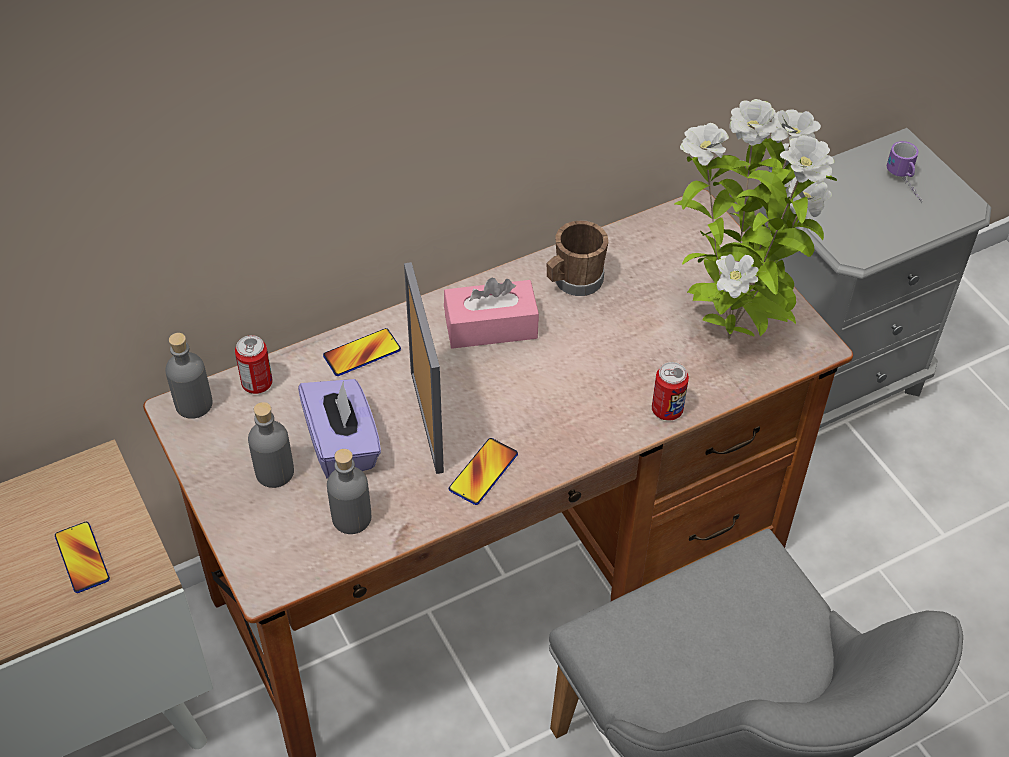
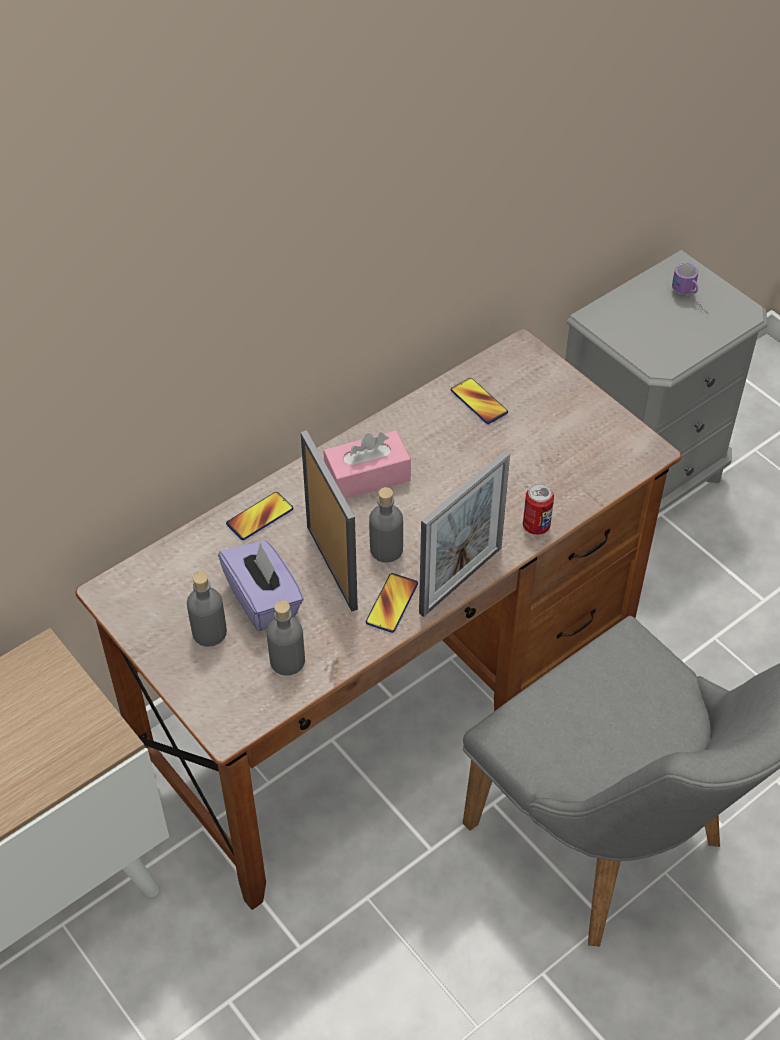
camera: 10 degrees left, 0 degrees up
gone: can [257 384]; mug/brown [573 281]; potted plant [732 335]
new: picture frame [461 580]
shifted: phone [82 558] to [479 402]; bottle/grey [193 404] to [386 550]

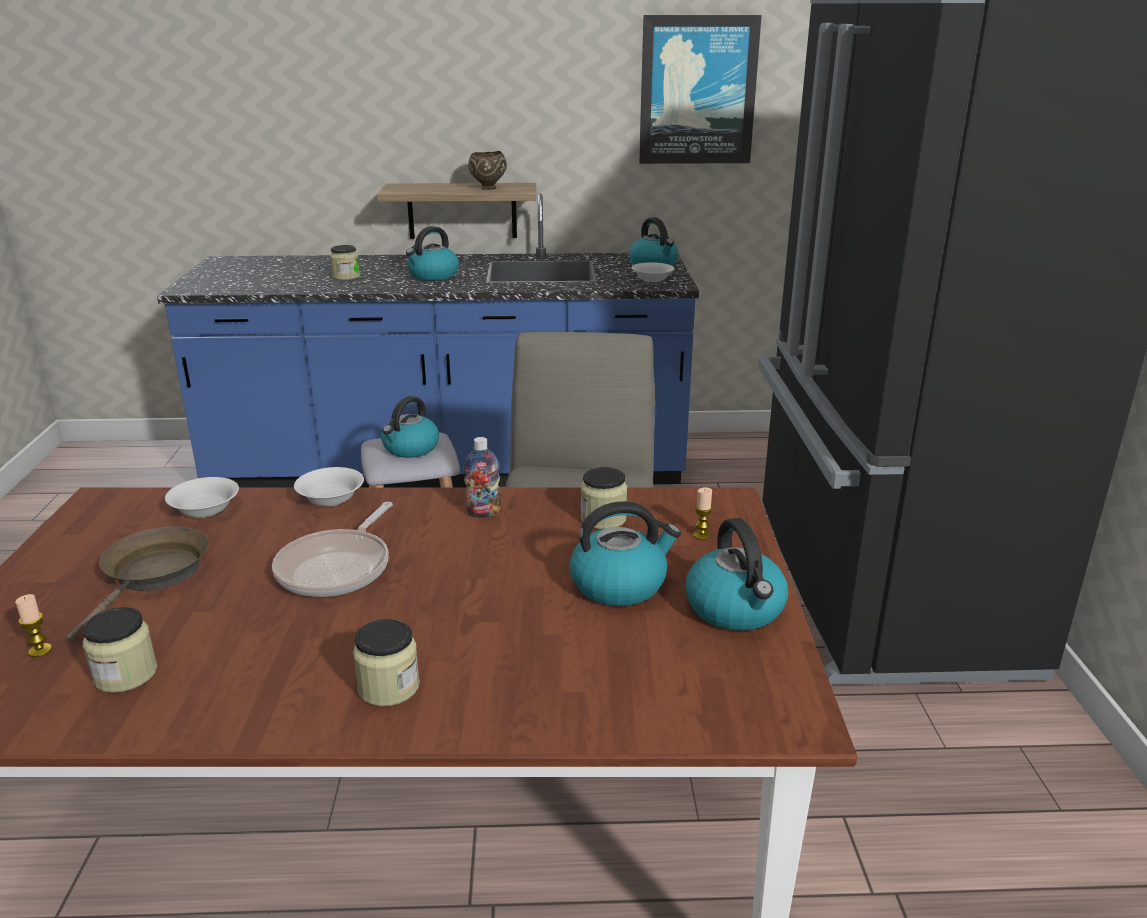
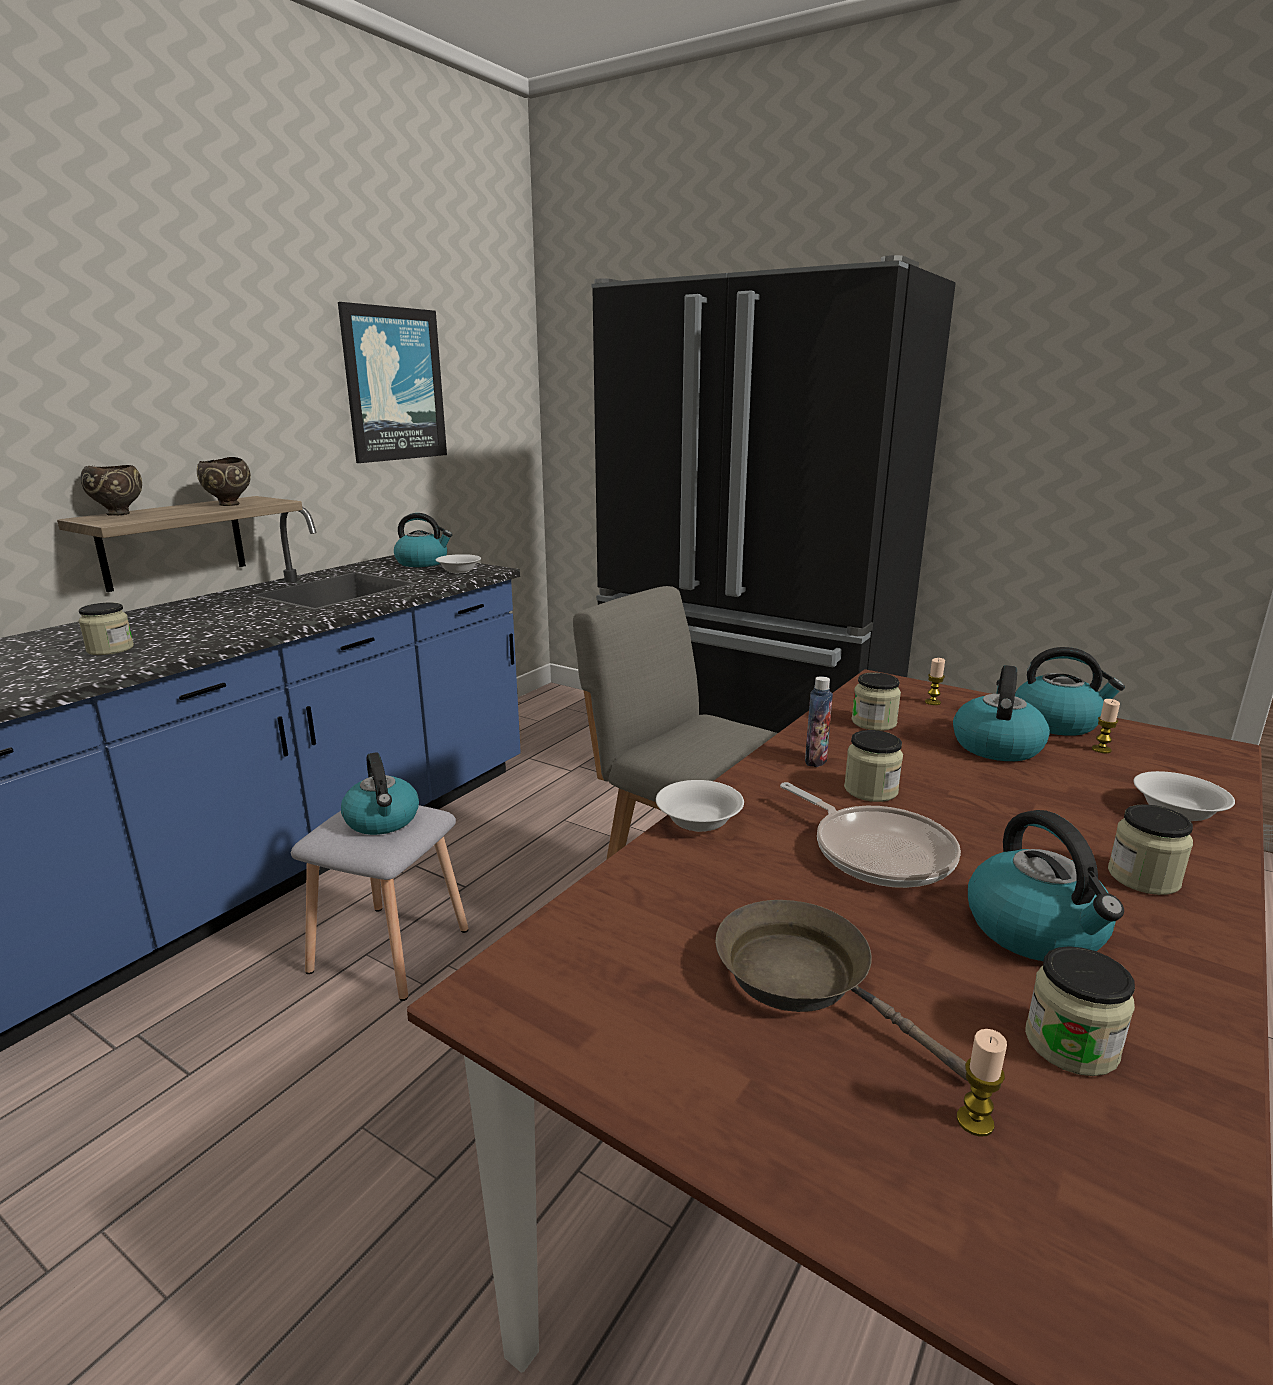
camera: 55 degrees left, 5 degrees down
new: bowl/brown [119 514]; jar [871 790]; candle [1101 749]
shifted: bowl/white [204 509] to [1176 811]; kettle [433 276] to [1036 931]

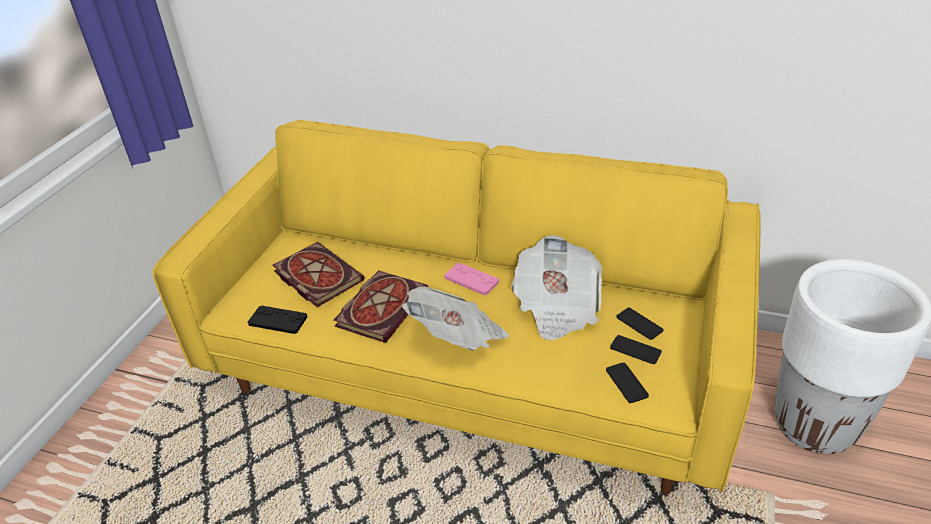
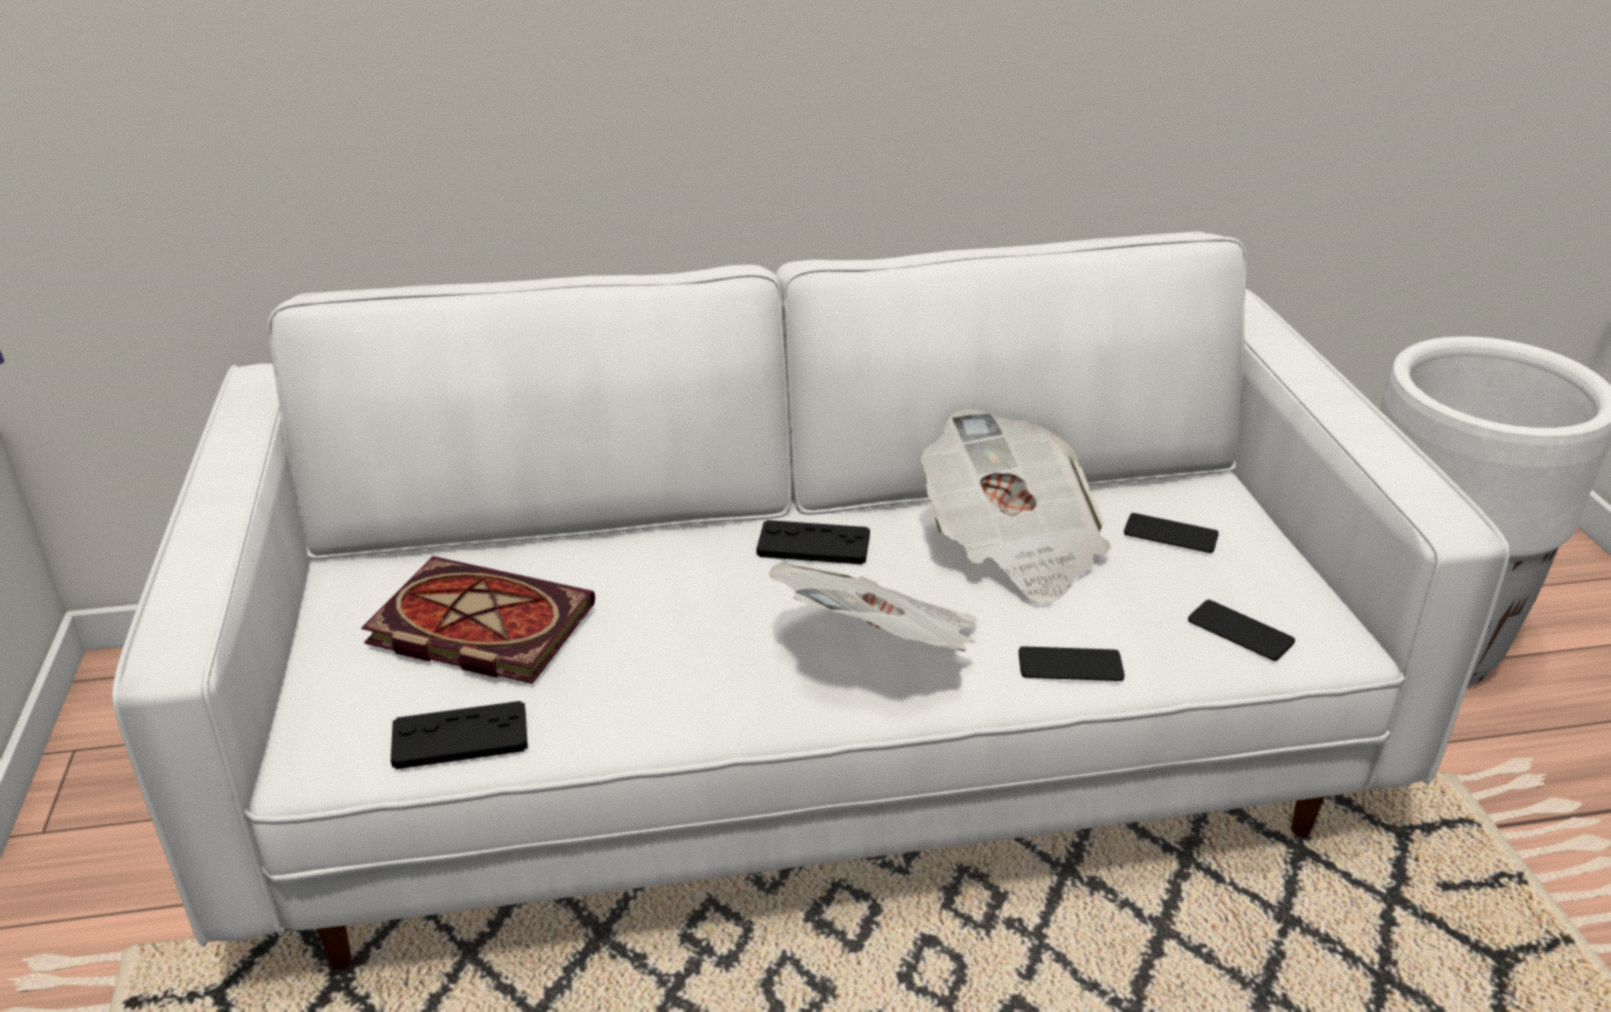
camera: 30 degrees left, 5 degrees down
gone: book [382 307]
shifted: phone [635 350] to [1070 665]
repainted: sofa/yellow [471 364] to sofa/white [805 740]; game controller/pink [471 280] to game controller/black [813 545]

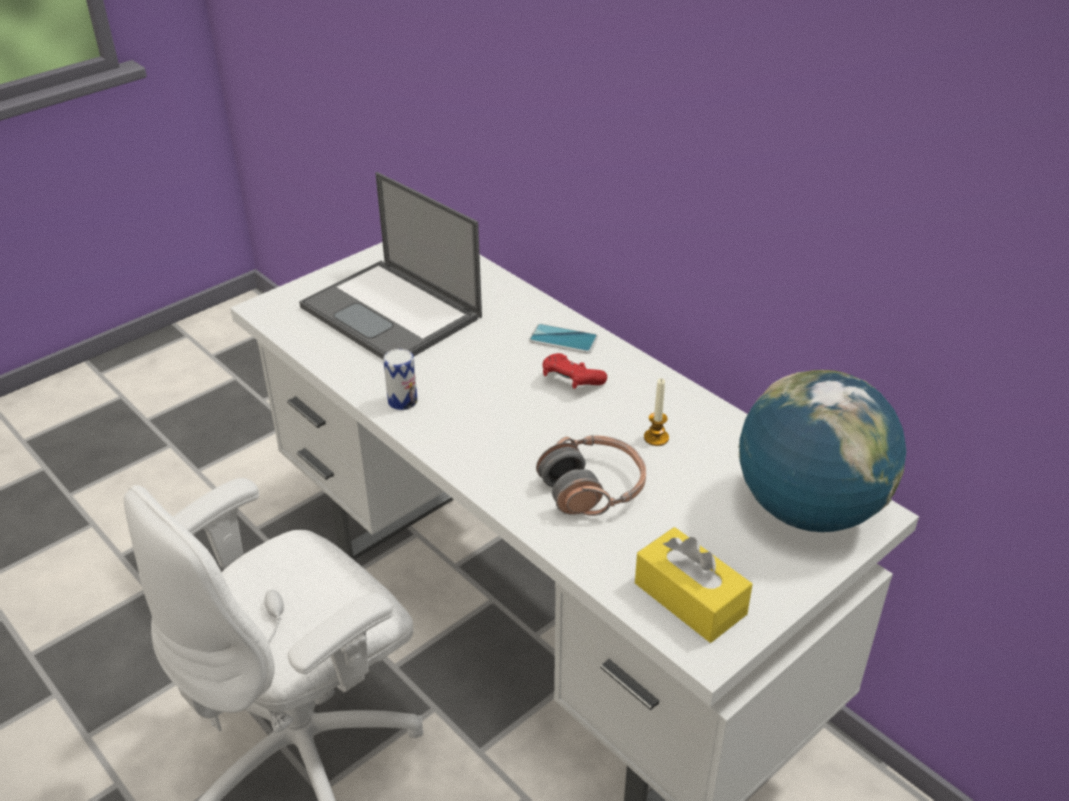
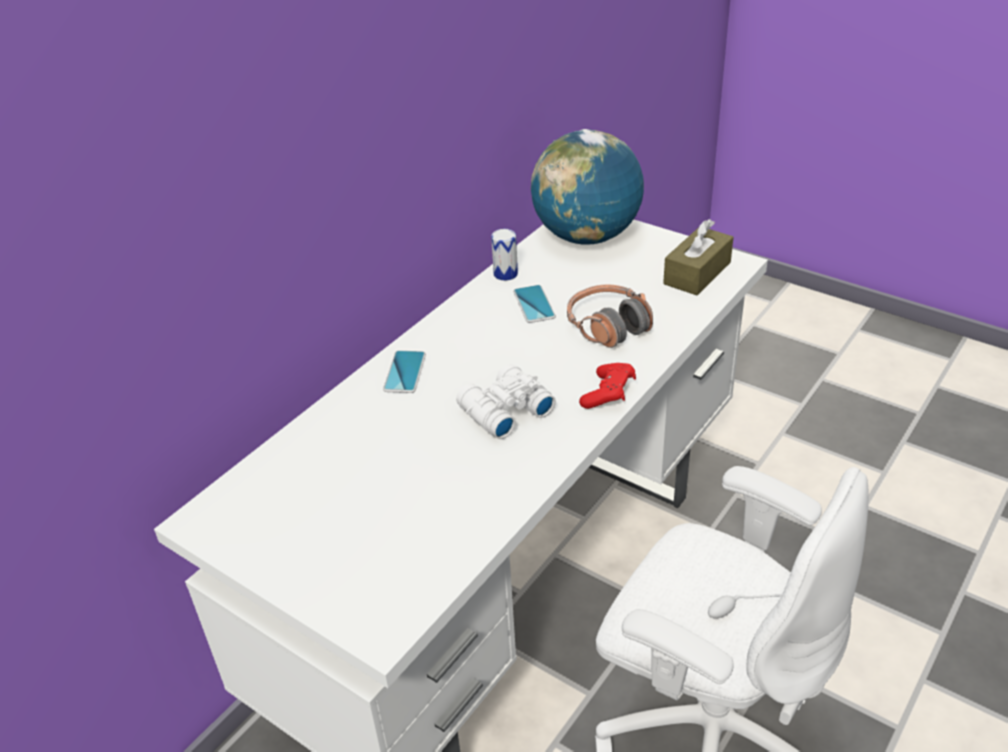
camera: 100 degrees left, 0 degrees up
gone: laptop [393 313]
new: binoculars/white [503 411]
shifted: can [402 401] to [505 274]; game controller/red [571 381] to [608 395]
swapped: candle [656 438] to phone [534 304]
repainted: tissue box/yellow [690 598] to tissue box/brown [697 273]

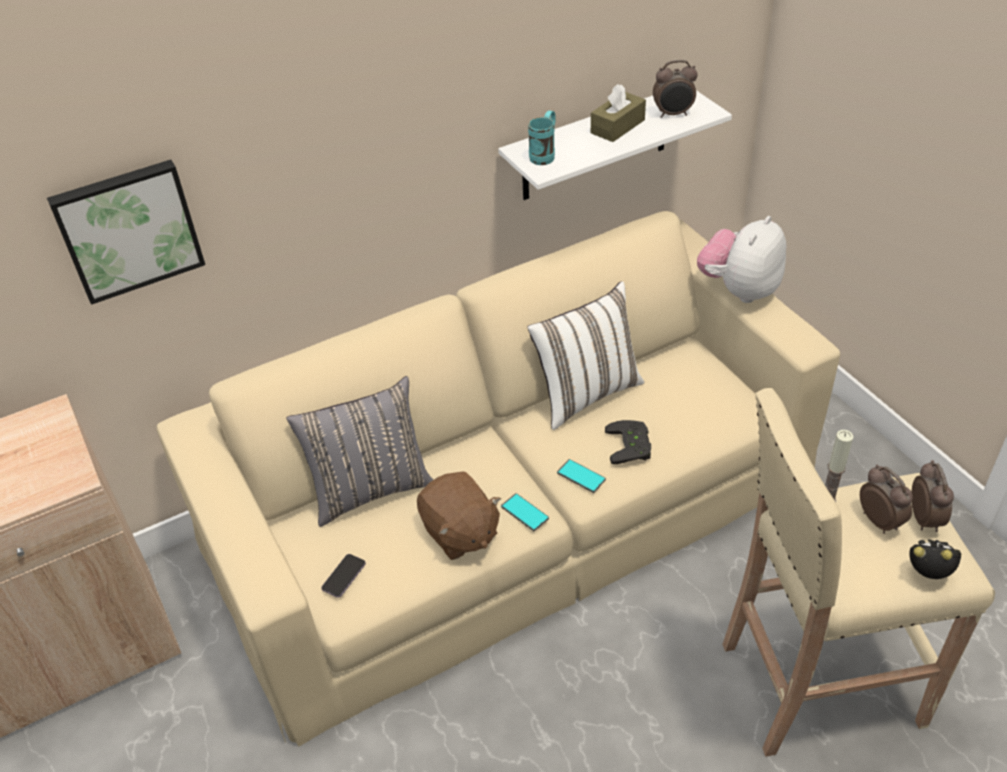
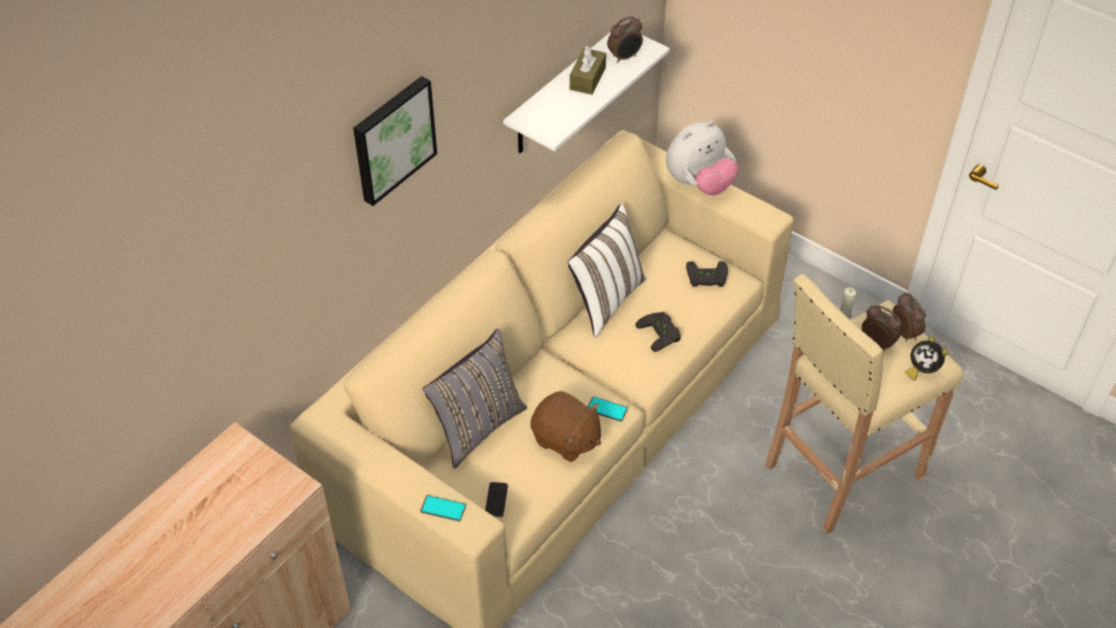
camera: 25 degrees left, 5 degrees up
gone: mug/turquoise [545 155]
new: game controller/black [706 278]
shifted: picture [128 229] to [392 138]; phone [581 476] to [443 508]
rotated: plush toy [739 290] = [699 184] 135 degrees counterclockwise; alarm clock [929 573] = [921 370] 135 degrees counterclockwise

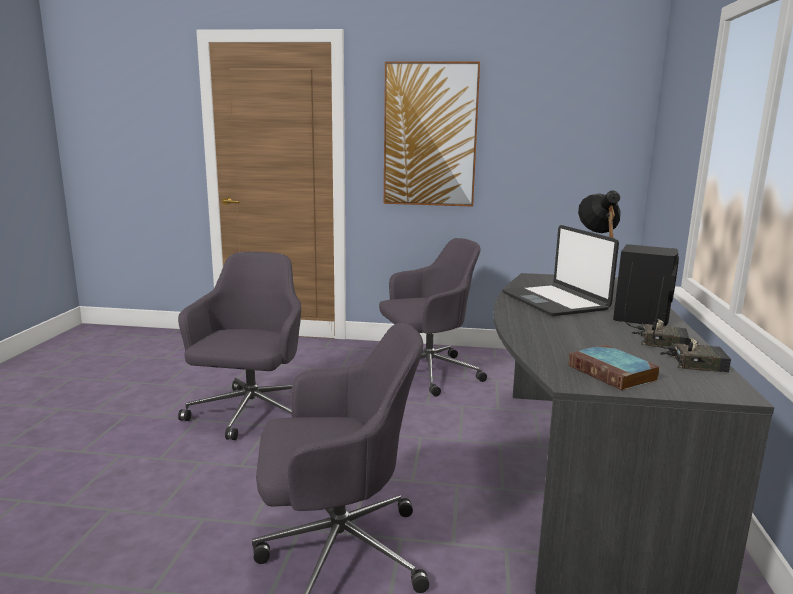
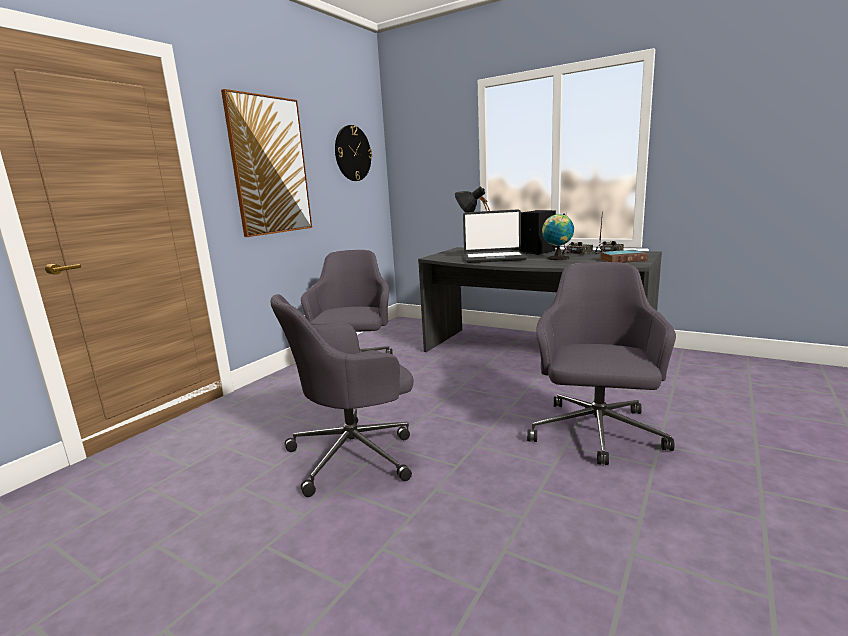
camera: 65 degrees left, 0 degrees up
new: wall clock [352 153]; globe [557 258]
rotated: office chair/grey [250 414] = [355 454] 60 degrees counterclockwise

